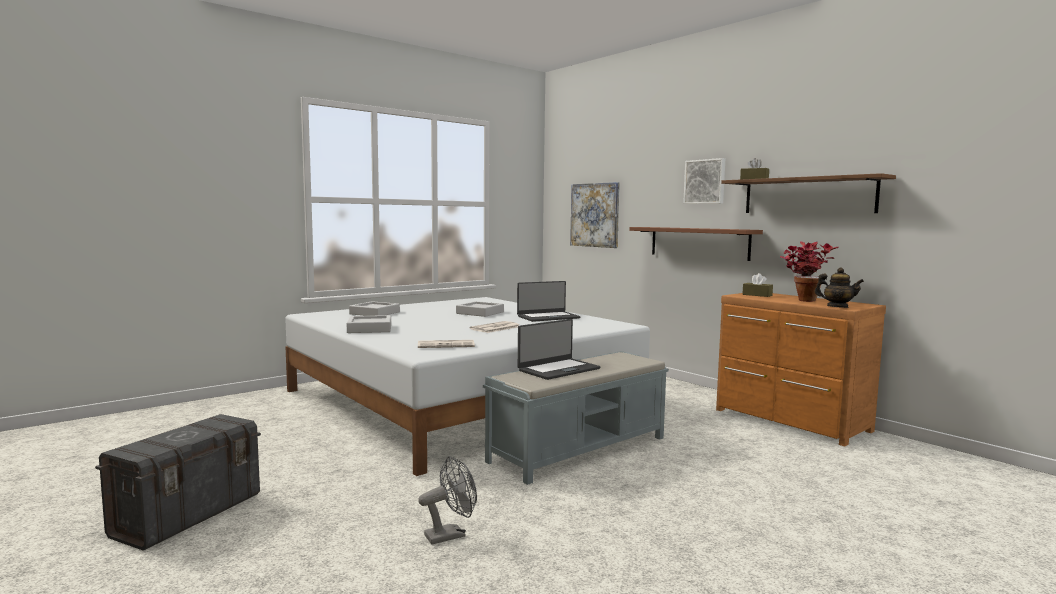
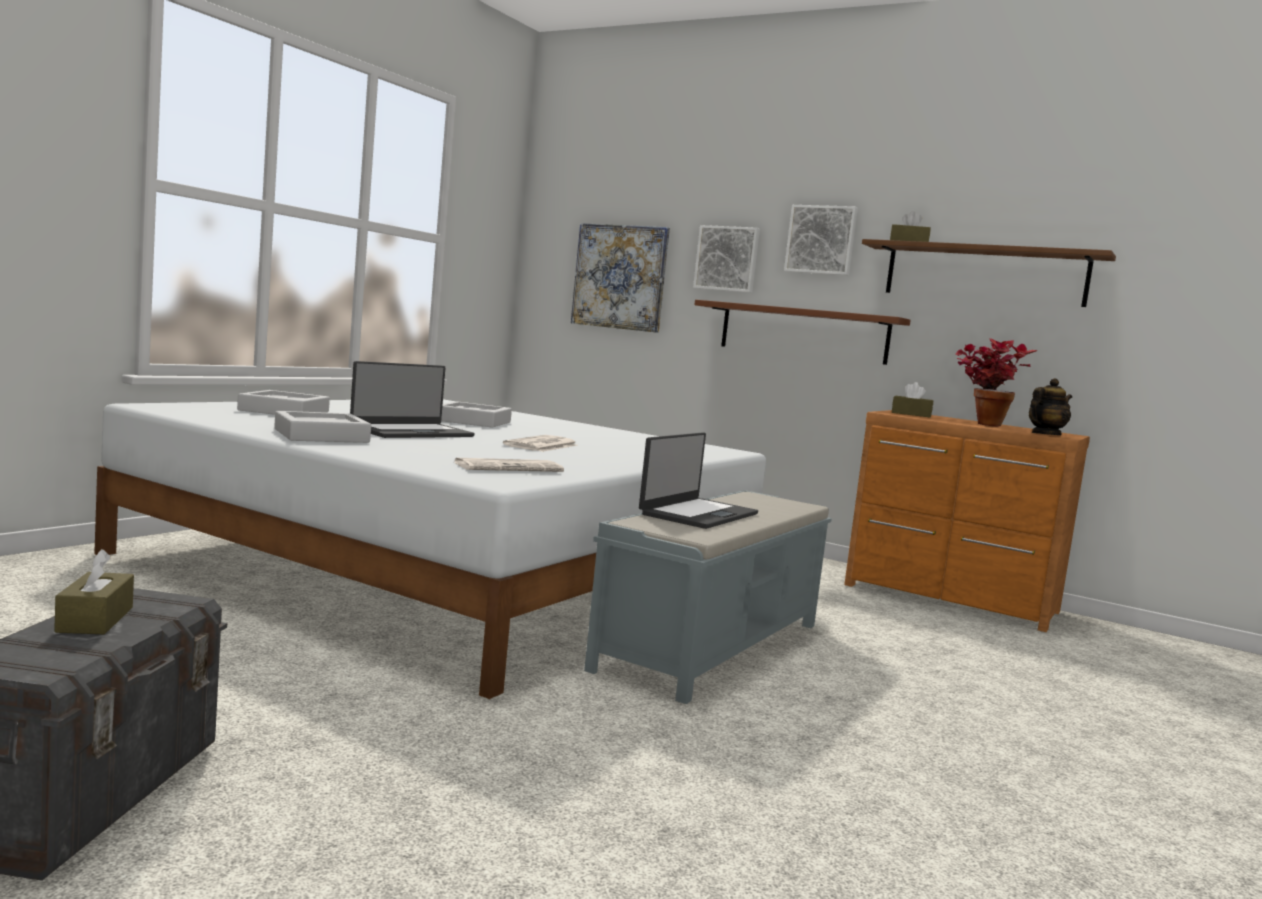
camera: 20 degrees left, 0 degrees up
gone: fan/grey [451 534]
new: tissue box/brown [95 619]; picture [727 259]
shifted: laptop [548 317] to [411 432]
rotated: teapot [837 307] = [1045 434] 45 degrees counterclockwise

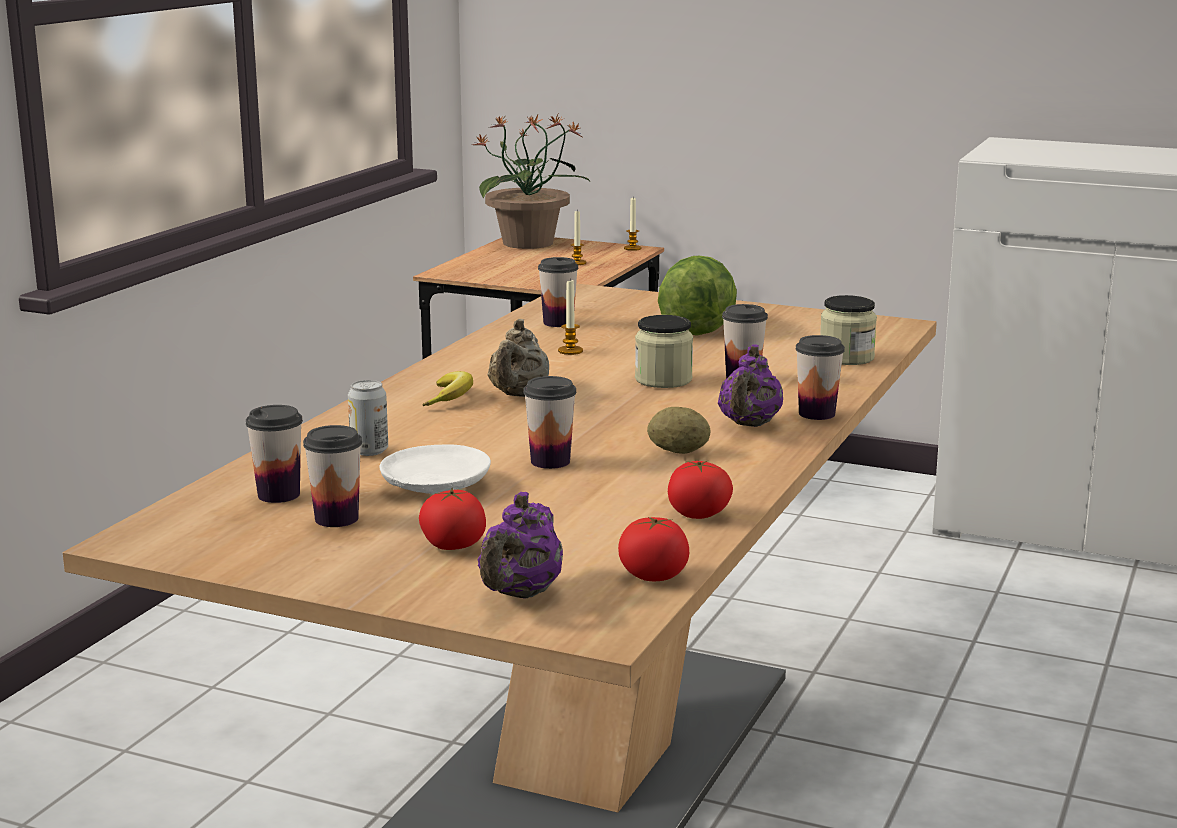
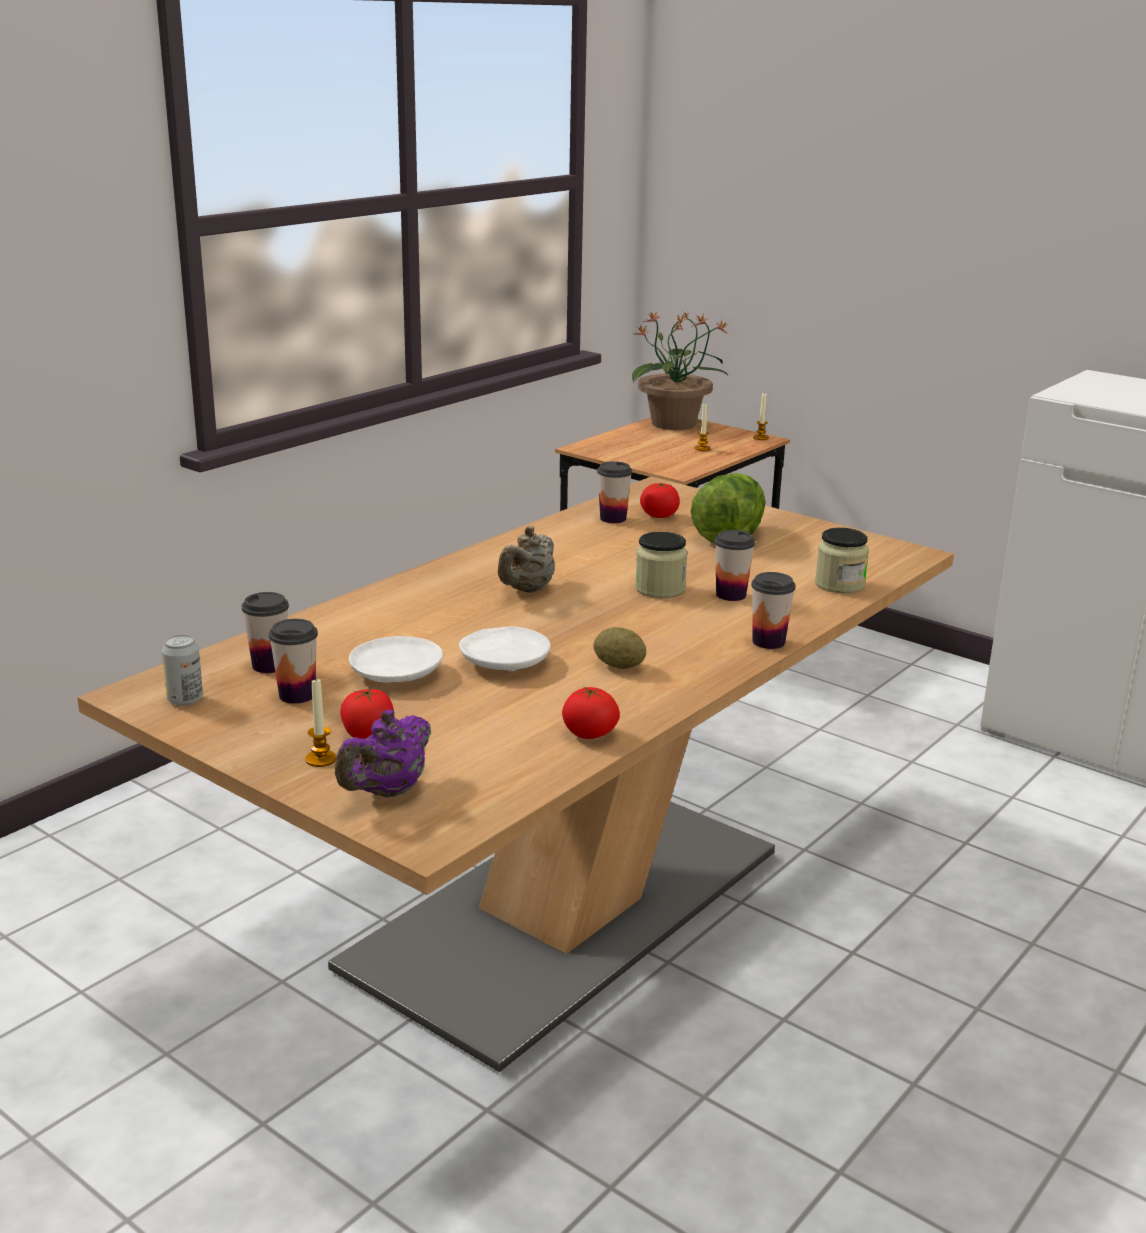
camera: 15 degrees right, 5 degrees up
gone: banana [450 397]; teapot/purple [749 424]
shifted: can [369 451] to [185 699]; candle [570 351] to [321 759]; tomato [653 576] to [659 515]
swapped: cup [550 461] to plate/white [505 662]

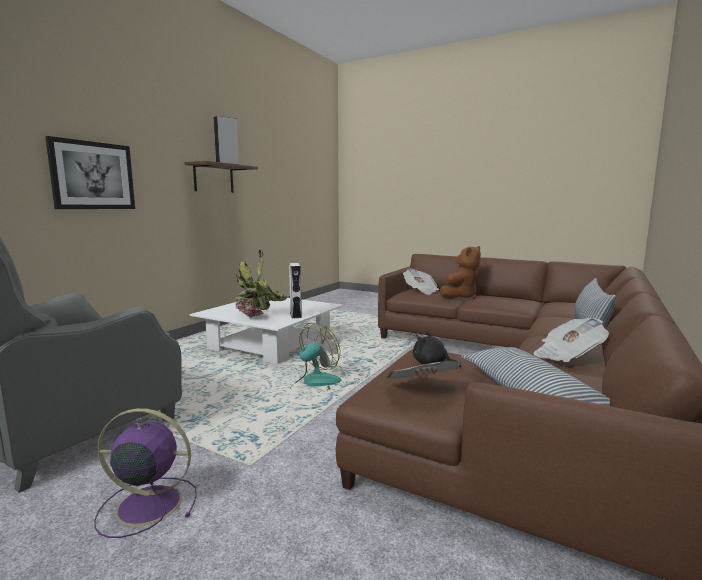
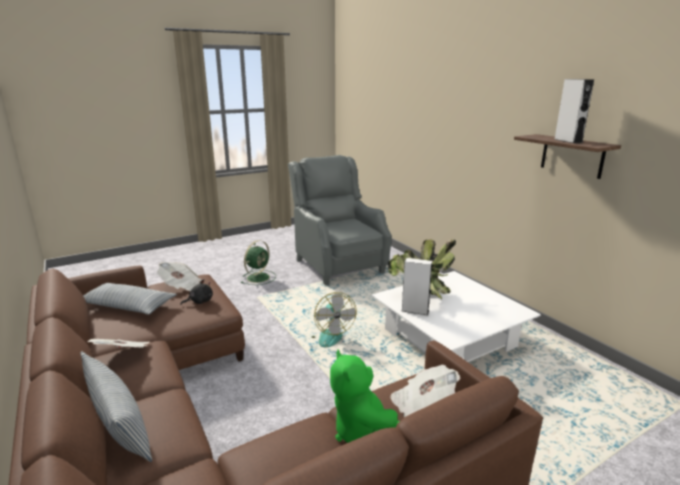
camera: 120 degrees right, 10 degrees up
gone: picture [93 175]
repainted: fan/purple [146 505] to fan/green [259 277]; plush toy/brown [459 297] to plush toy/green [362 432]

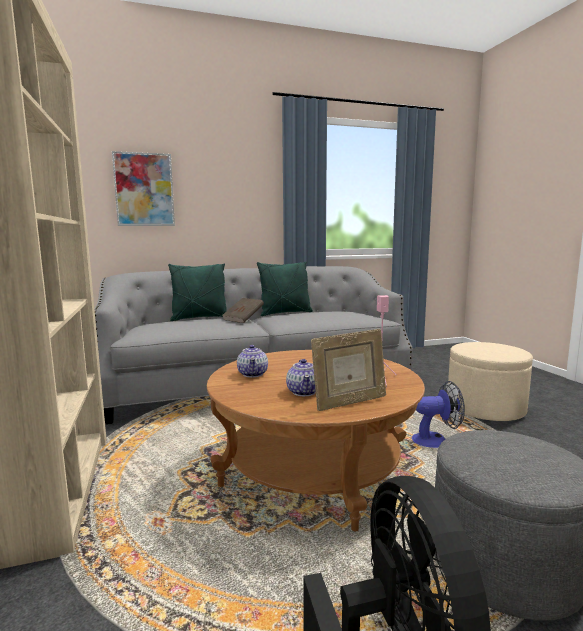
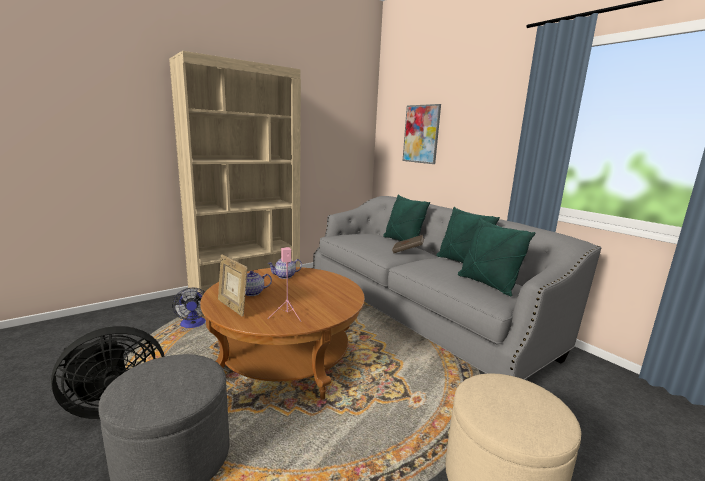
camera: 70 degrees right, 5 degrees up
new: pillow/green [487 284]
shifted: fan [435 440] to [193 325]

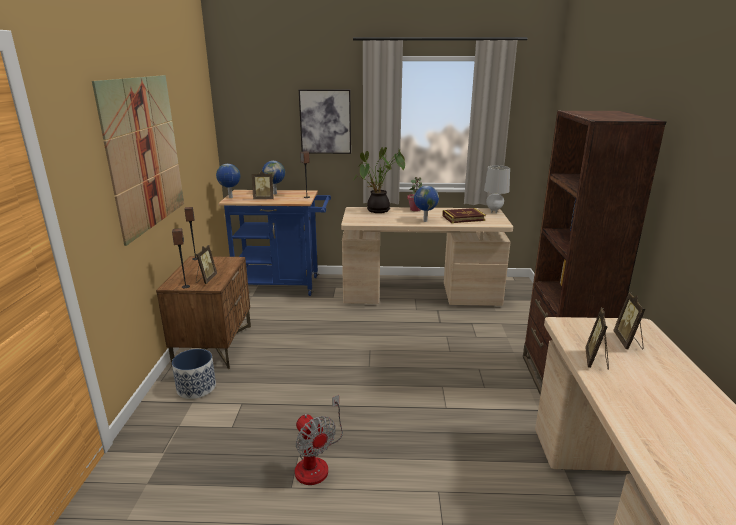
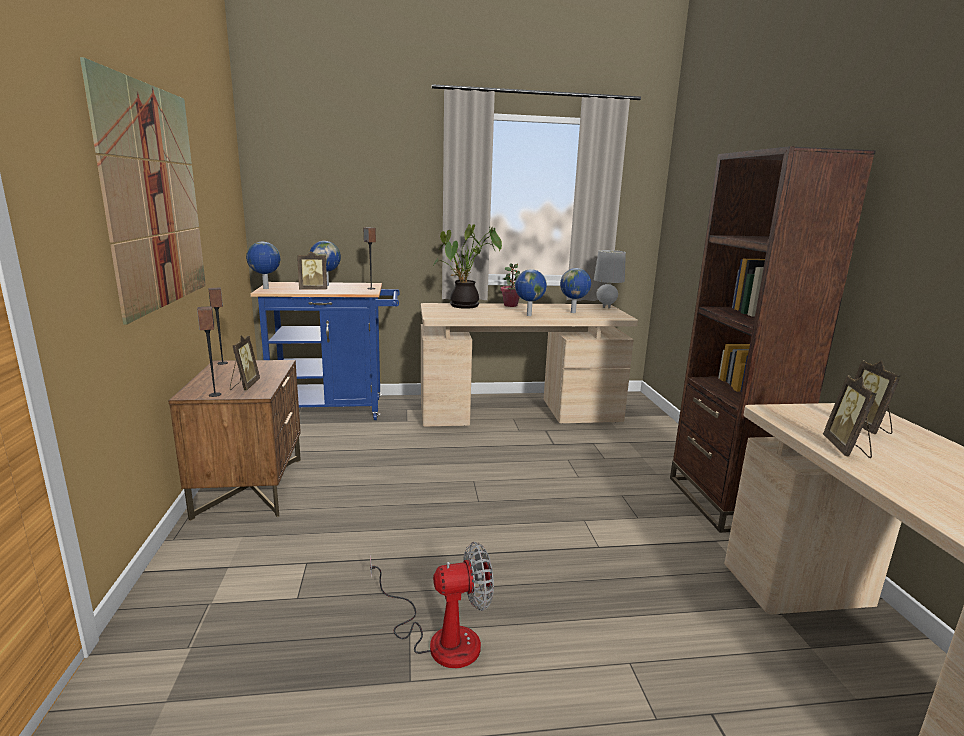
camera: 10 degrees left, 5 degrees down
gone: planter [196 387]; picture [325 122]
swapped: book [463 218] to globe [573 312]
rotated: fan [316 462] = [440 638] 60 degrees counterclockwise

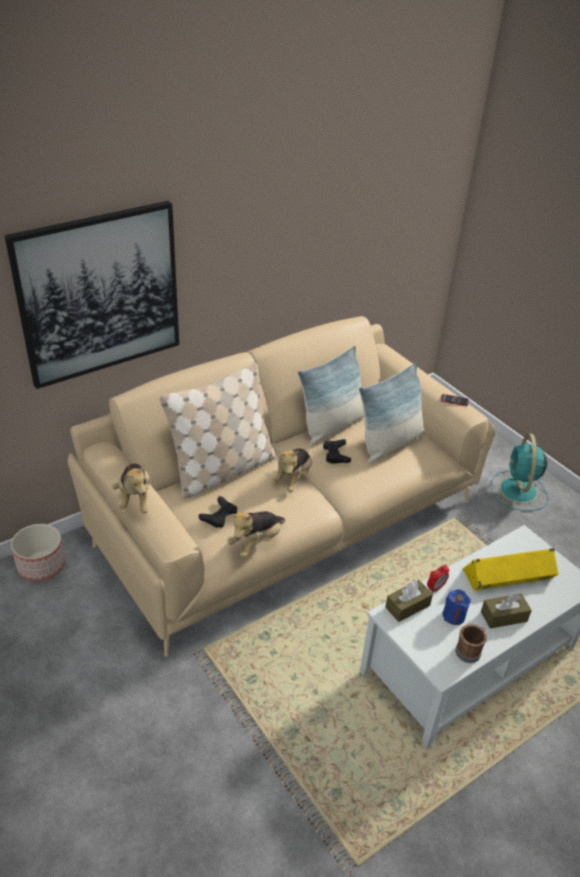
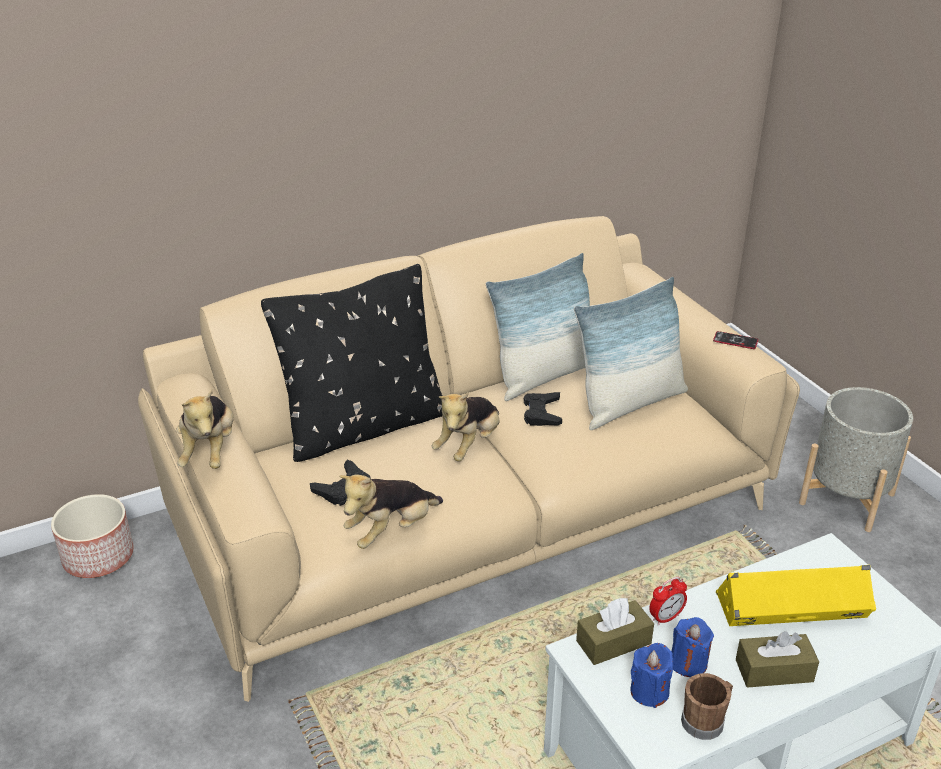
camera: 10 degrees right, 5 degrees down
gone: picture [99 294]
new: candle/blue [649 691]
swapped: fan/turquoise [518 491] to planter/grey [846 498]
repainted: pillow/beige [222 470] to pillow/black [364 427]

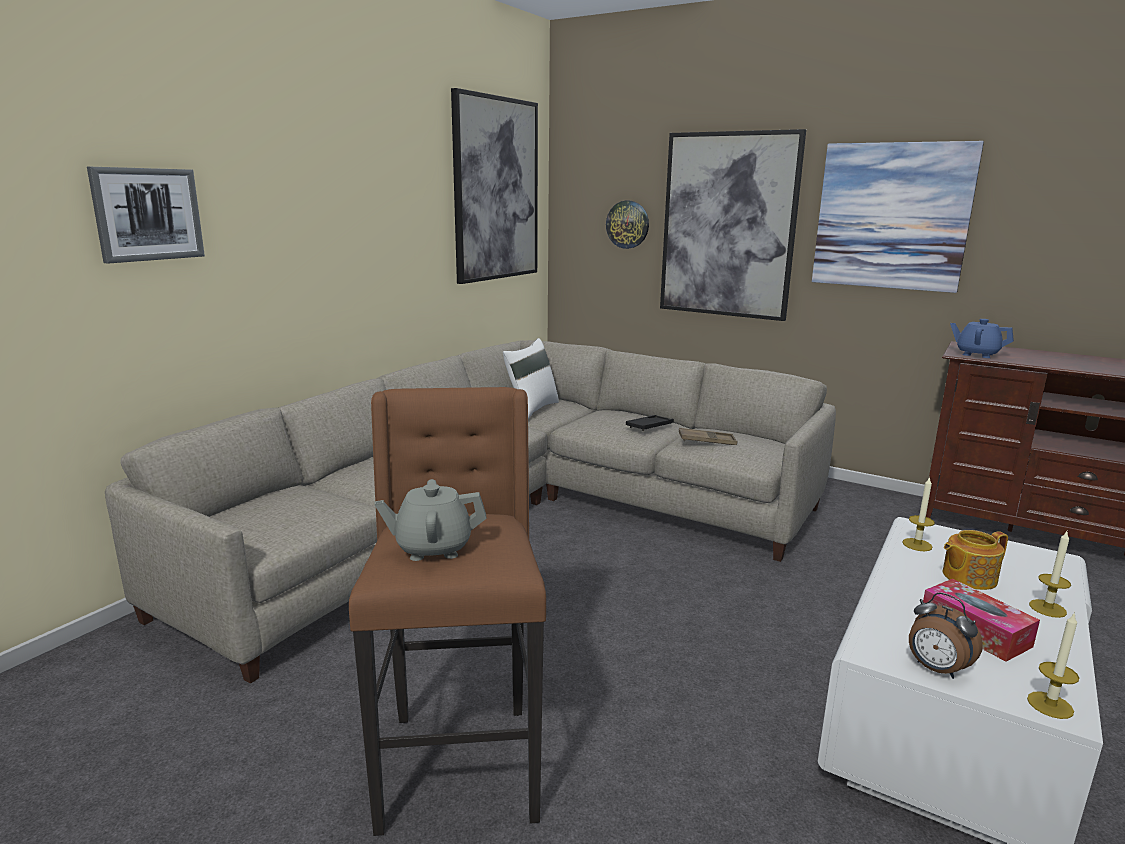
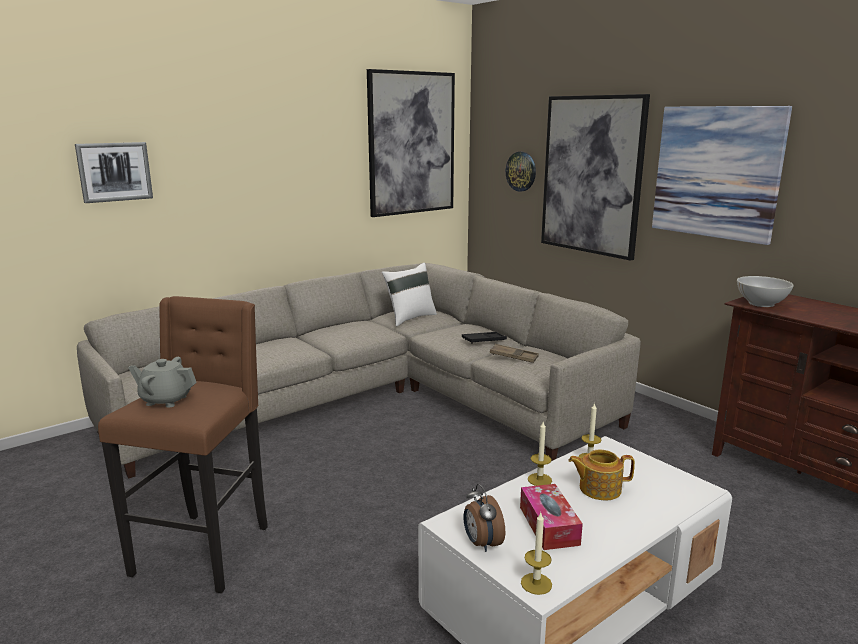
camera: 20 degrees right, 0 degrees up
shifted: candle [1047 608] to [539 480]
swapped: teapot/blue [977 354] to bowl/white [761 304]

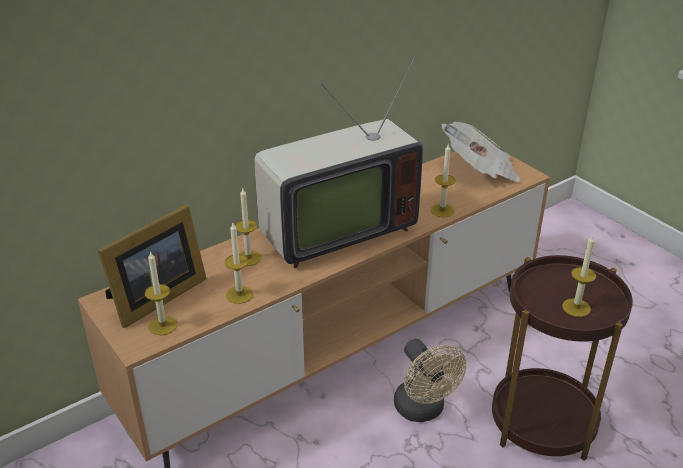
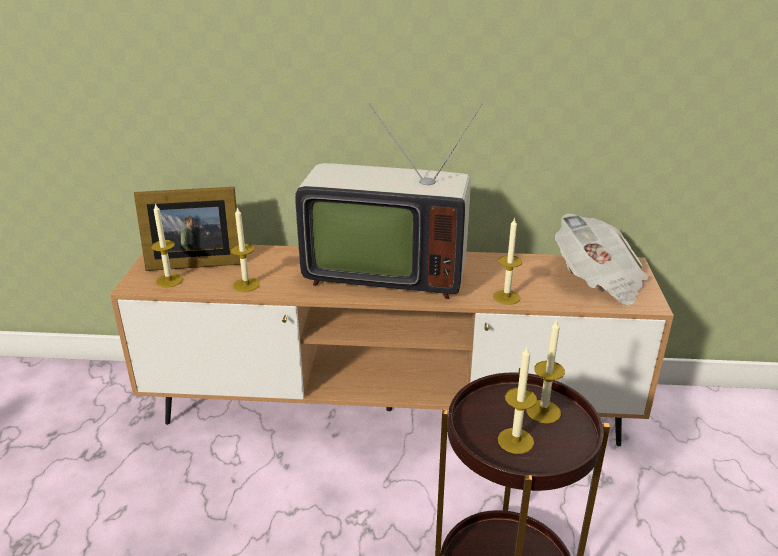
camera: 40 degrees right, 5 degrees down
gone: fan/beige [423 410]
shifted: candle [248 258] to [543 411]

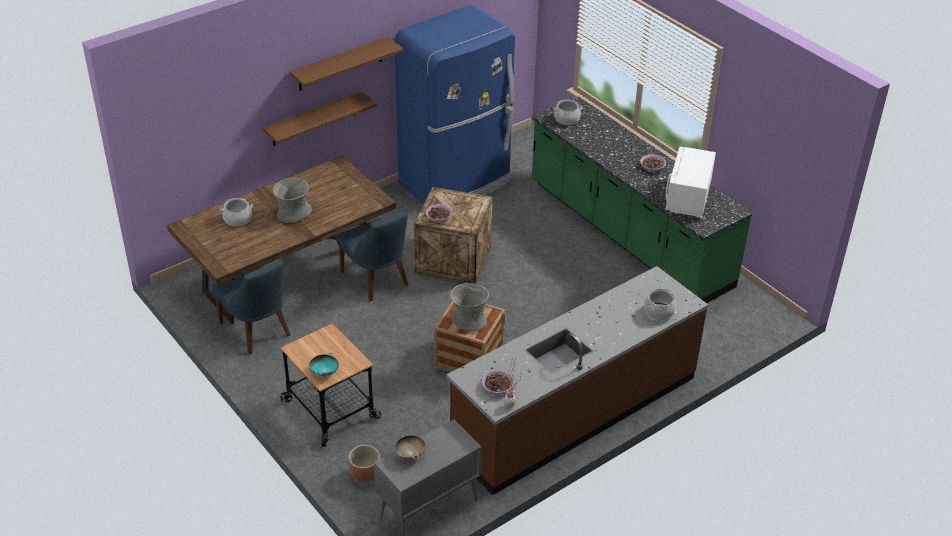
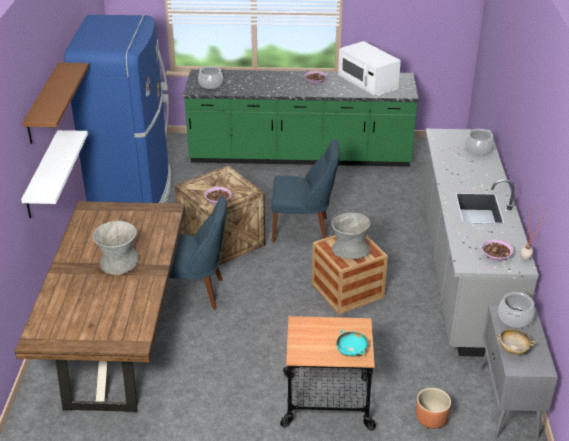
camera: 50 degrees left, 5 degrees down
shifted: chair/blue [257 331] to [303 229]; cooking pot [237 219] to [515 318]
repainted: shelf/brown [314 119] to shelf/white [42 174]; counter/brown [574 412] to counter/grey [463 271]

